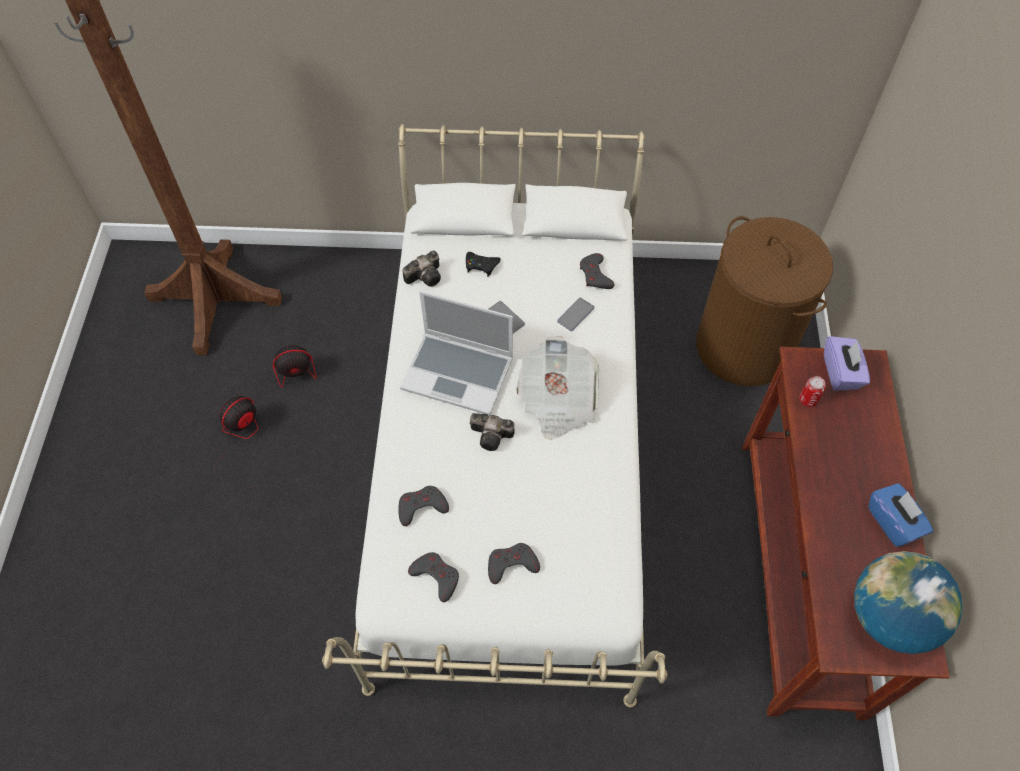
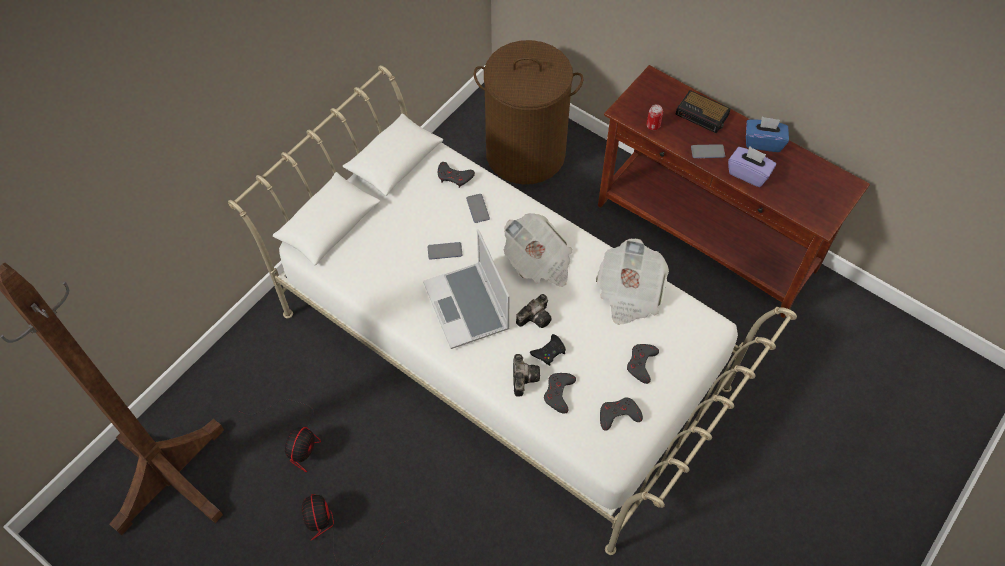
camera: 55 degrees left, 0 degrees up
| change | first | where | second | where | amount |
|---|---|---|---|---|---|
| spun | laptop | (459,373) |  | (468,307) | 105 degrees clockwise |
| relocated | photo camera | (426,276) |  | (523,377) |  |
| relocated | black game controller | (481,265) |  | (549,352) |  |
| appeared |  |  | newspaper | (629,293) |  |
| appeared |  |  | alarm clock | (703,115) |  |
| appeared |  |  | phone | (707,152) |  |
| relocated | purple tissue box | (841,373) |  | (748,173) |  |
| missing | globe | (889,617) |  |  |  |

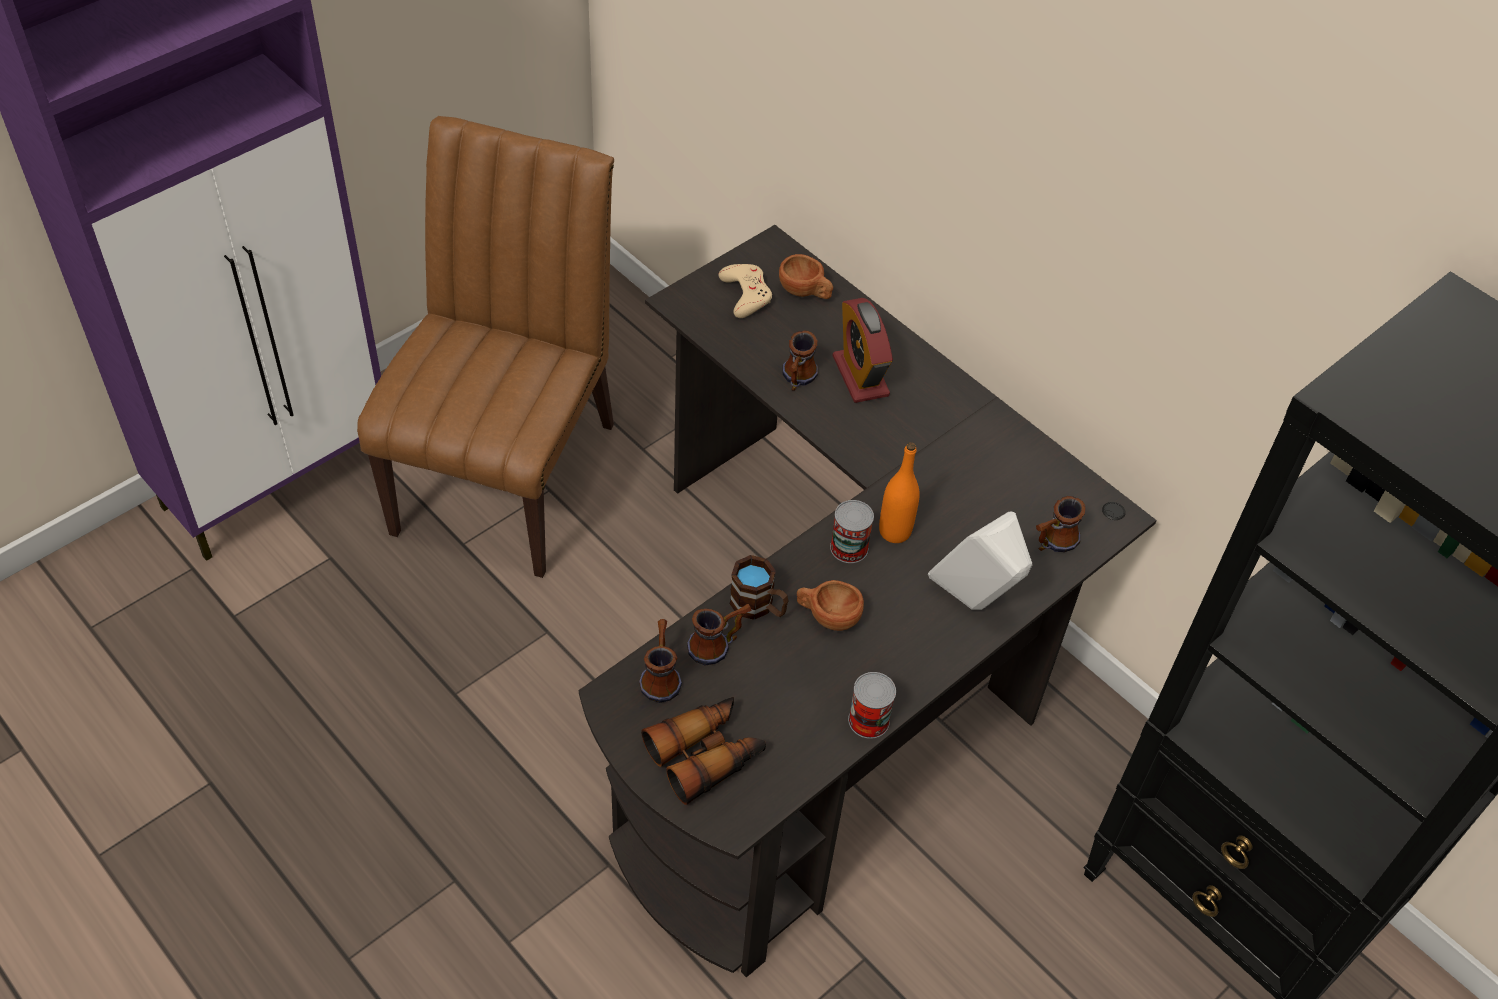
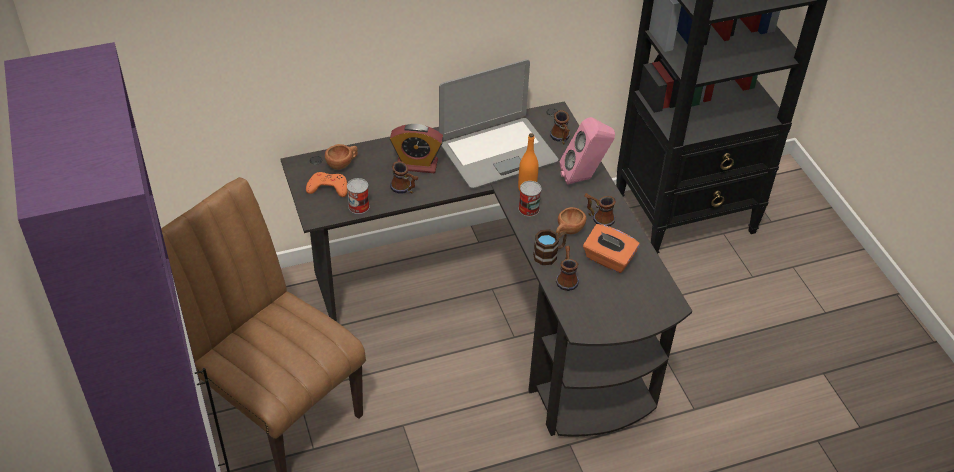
camera: 65 degrees left, 5 degrees down
| change | first | where | second | where | amount |
|---|---|---|---|---|---|
| colour | beige game controller | (746,294) | orange game controller | (328,187) |  |
| relocated | can | (868,720) |  | (359,206) |  |
| appeared |  |  | laptop | (497,153) |  |
| colour | white speaker | (974,604) | pink speaker | (584,178) |  |
| appeared |  |  | orange tissue box | (608,259) |  |
| relocated | mug | (661,675) |  | (598,218) |  |
| missing | binoculars | (706,754) |  |  |  |

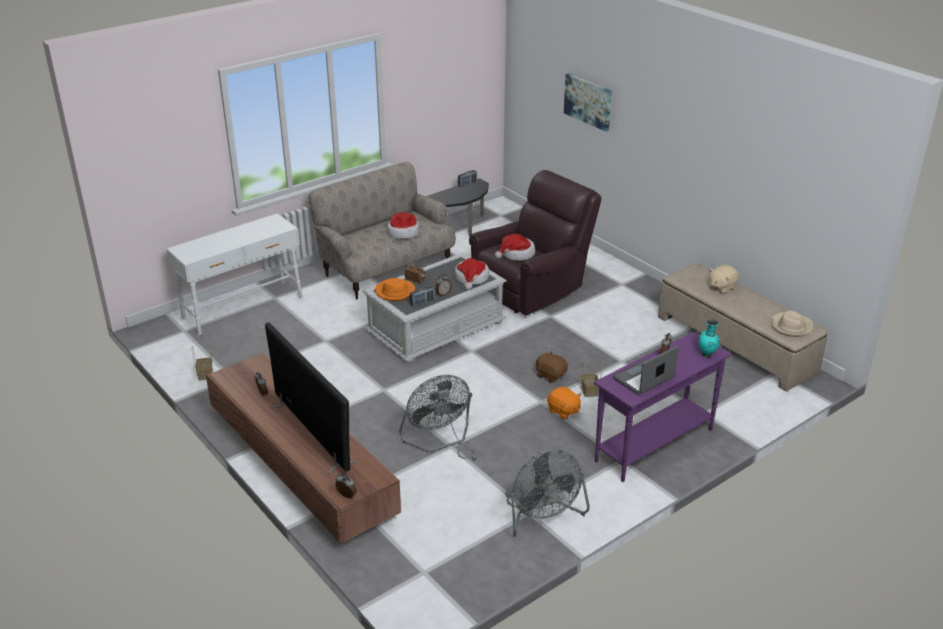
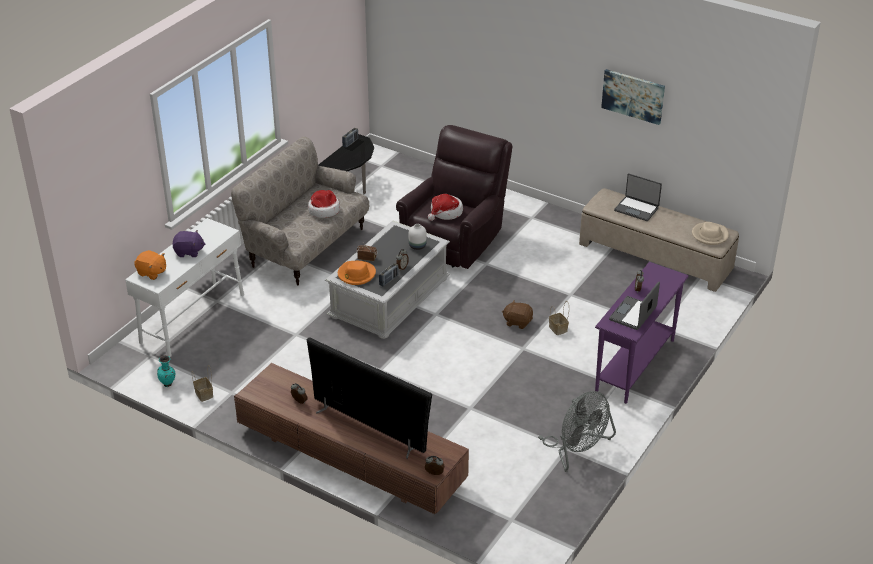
camera: 20 degrees left, 5 degrees up
| change | first | where | second | where | amount |
|---|---|---|---|---|---|
| relocated | orange plush toy | (563,411) |  | (152,273) |  |
| relocated | turquoise vase | (707,355) |  | (168,384) |  |
| appeared |  |  | purple plush toy | (189,252) |  |
| exchanged | hat | (471,278) | white vase | (418,246) |  |
| relocated | picture | (588,101) |  | (633,96) |  |
| exchanged | beige plush toy | (721,287) | laptop | (636,209) |  |
| missing | grey fan | (444,440) |  |  |  |

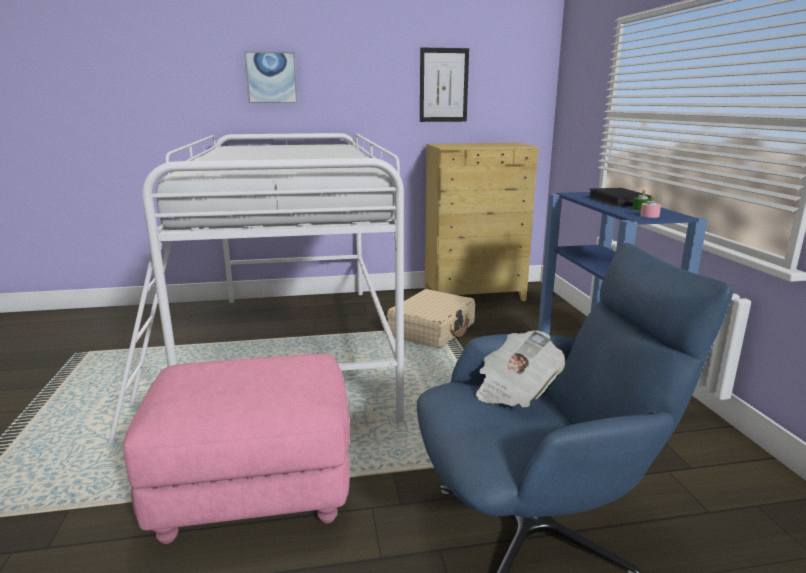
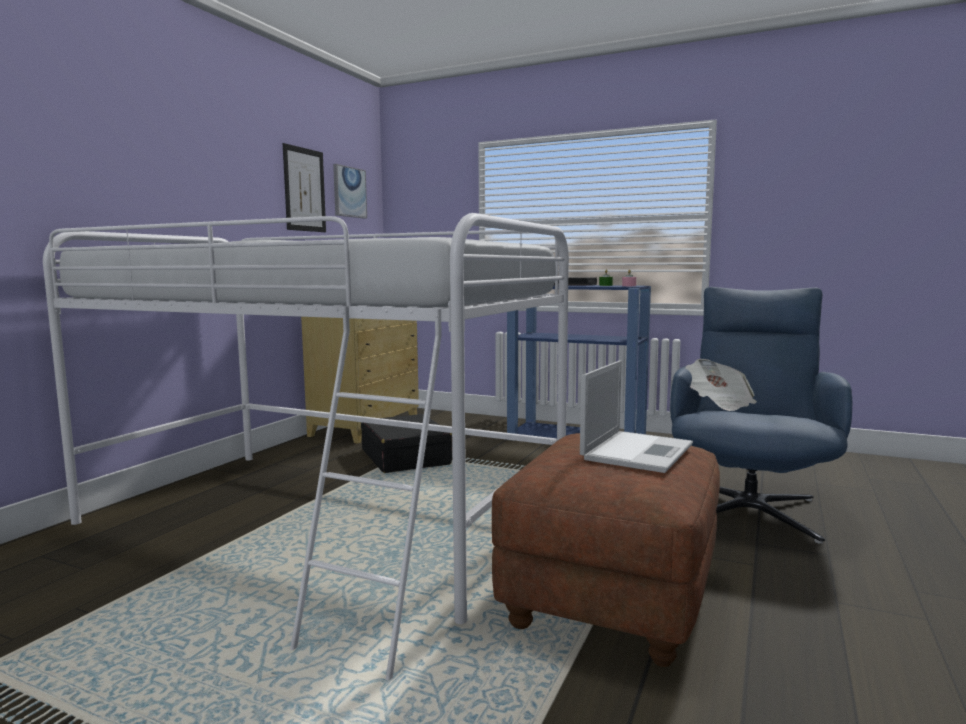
camera: 55 degrees left, 10 degrees down
| change | first | where | second | where | amount |
|---|---|---|---|---|---|
| relocated | picture | (271,78) |  | (349,192) |  |
| colour | beige suitcase | (432,329) | black suitcase | (405,457) |  |
| colour | pink ottoman | (255,490) | brown ottoman | (610,597) |  |
| appeared |  |  | laptop | (638,451) |  |

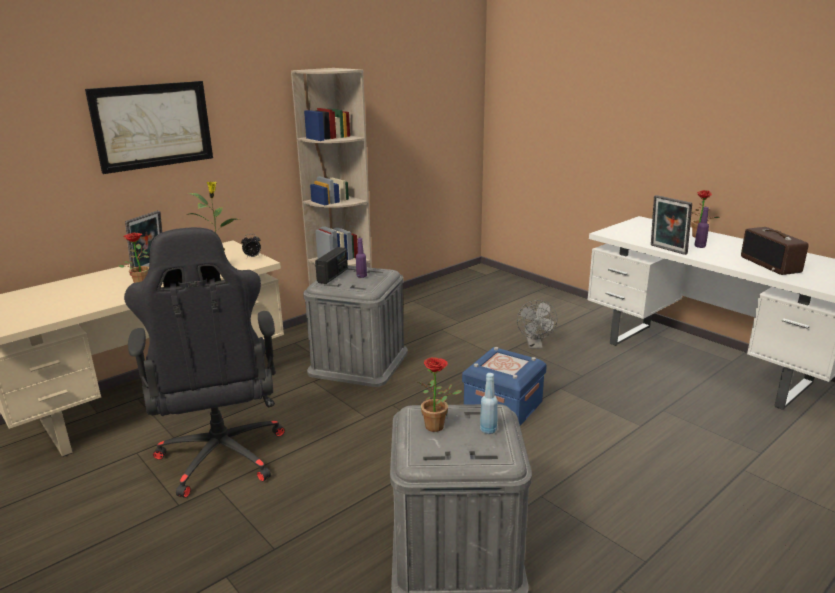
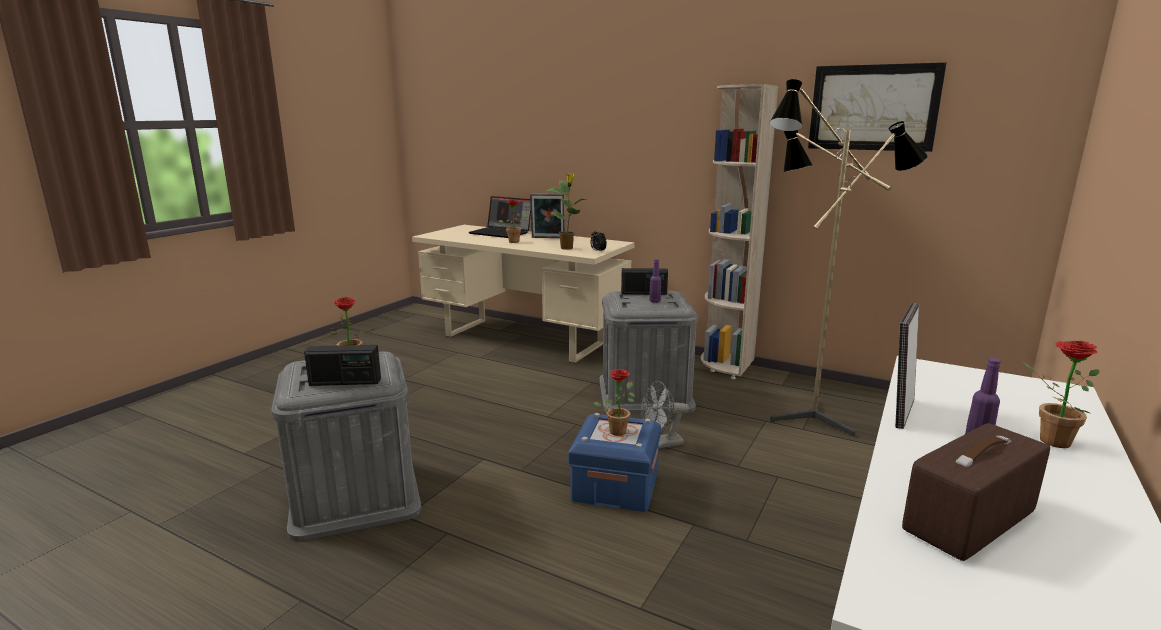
camera: 70 degrees right, 5 degrees down
| change | first | where | second | where | amount |
|---|---|---|---|---|---|
| exchanged | blue bottle | (488,430) | radio | (345,382) |  |
| appeared |  |  | laptop | (502,233) |  |
| appeared |  |  | potted plant | (618,430) |  |
| relocated | grey fan | (535,345) |  | (661,444) |  |
| appeared |  |  | floor lamp | (807,414) |  |
| relocated | picture | (152,125) |  | (873,108) |  |
| missing | black office chair | (221,455) |  |  |  |

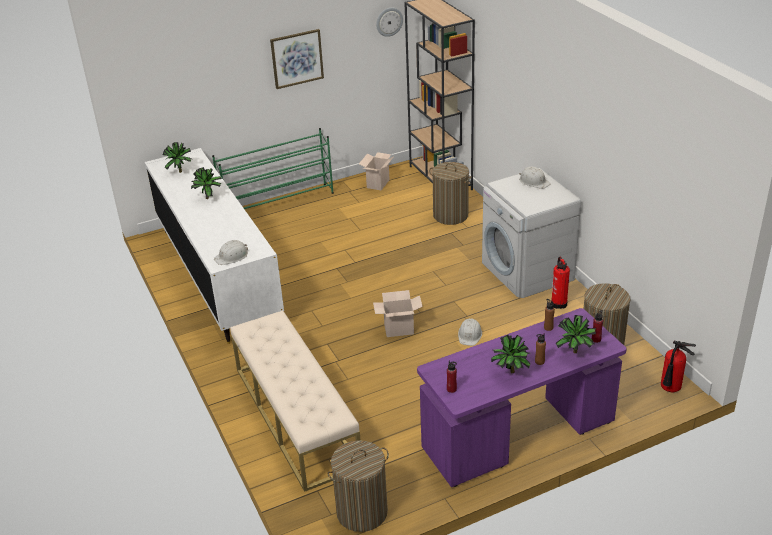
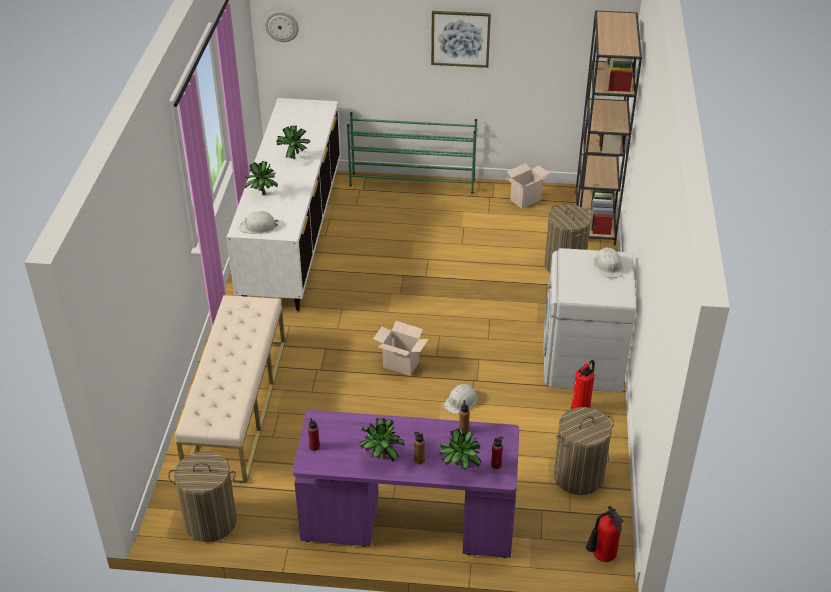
camera: 30 degrees right, 5 degrees up
| change | first | where | second | where | amount |
|---|---|---|---|---|---|
| relocated | potted plant | (180,173) |  | (262,195) |  |
| relocated | wall clock | (389,21) |  | (281,26) |  |

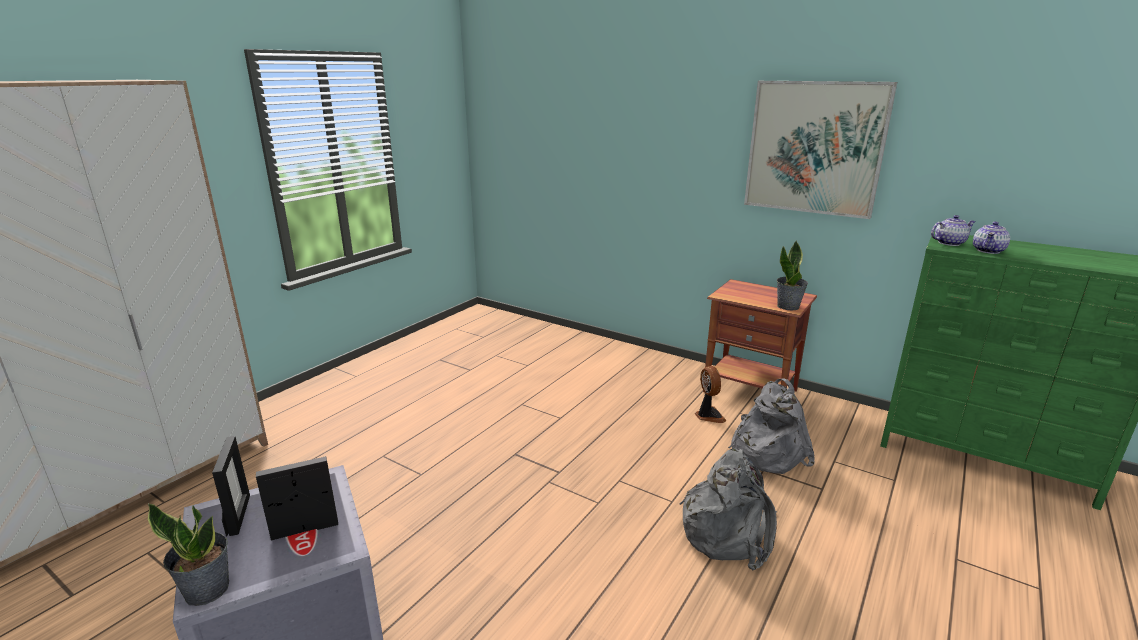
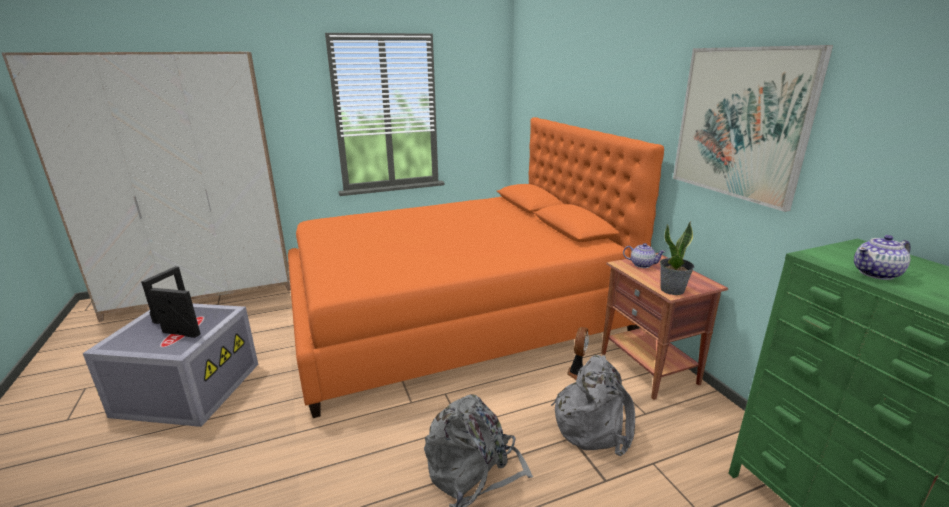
camera: 35 degrees right, 0 degrees up
| change | first | where | second | where | amount |
|---|---|---|---|---|---|
| appeared |  |  | orange bed | (455,315) |  |
| relocated | teapot | (948,243) |  | (641,264) |  |
| missing | potted plant | (207,589) |  |  |  |

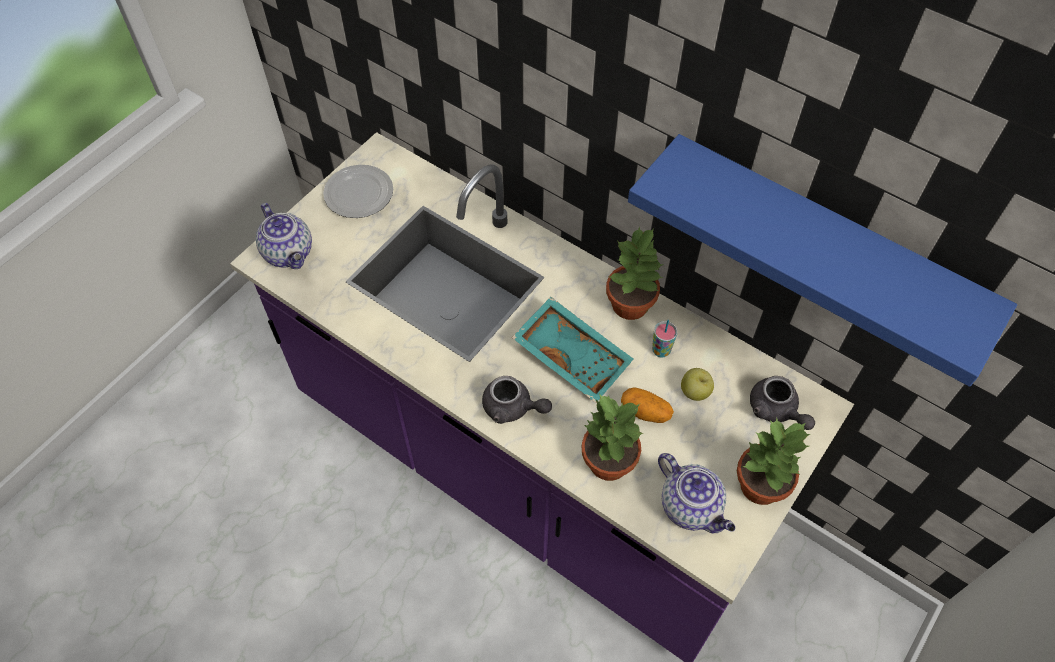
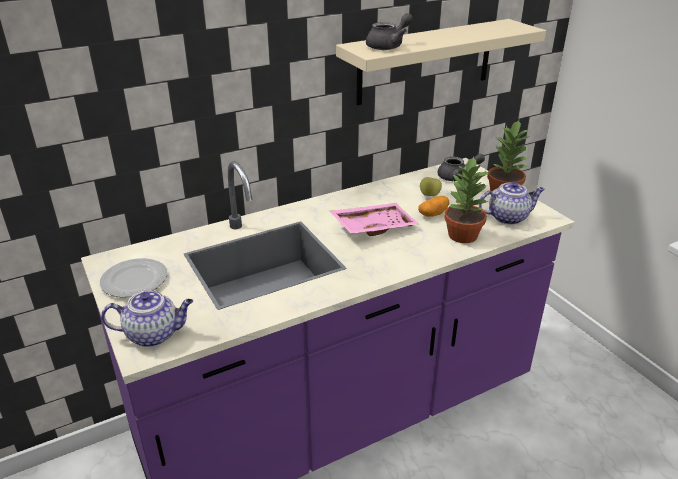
camera: 65 degrees left, 25 degrees down
| change | first | where | second | where | amount |
|---|---|---|---|---|---|
| colour | turquoise tray | (573,355) | pink tray | (373,227) |  |
| colour | blue shelf | (823,246) | beige shelf | (425,61) |  |
| relocated | grey teapot | (513,408) |  | (388,46) |  |
| missing | potted plant | (631,305) |  |  |  |
| missing | cup | (661,350) |  |  |  |

